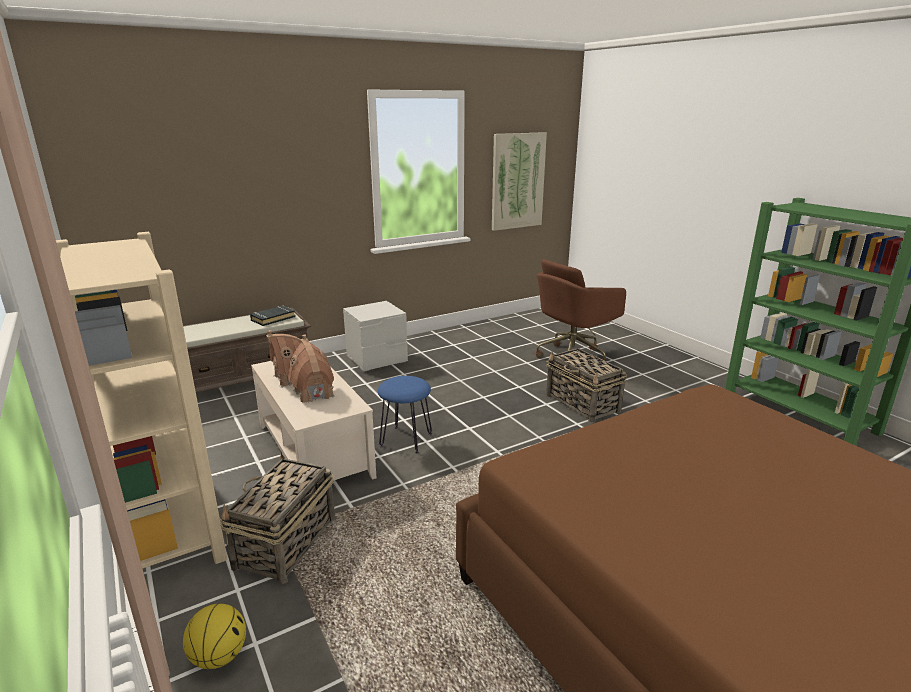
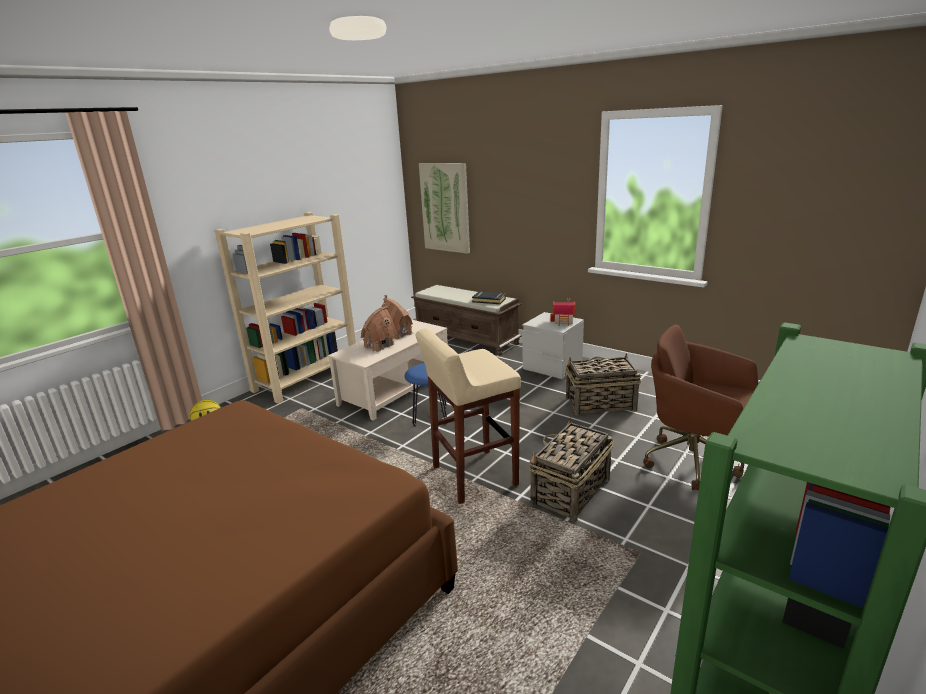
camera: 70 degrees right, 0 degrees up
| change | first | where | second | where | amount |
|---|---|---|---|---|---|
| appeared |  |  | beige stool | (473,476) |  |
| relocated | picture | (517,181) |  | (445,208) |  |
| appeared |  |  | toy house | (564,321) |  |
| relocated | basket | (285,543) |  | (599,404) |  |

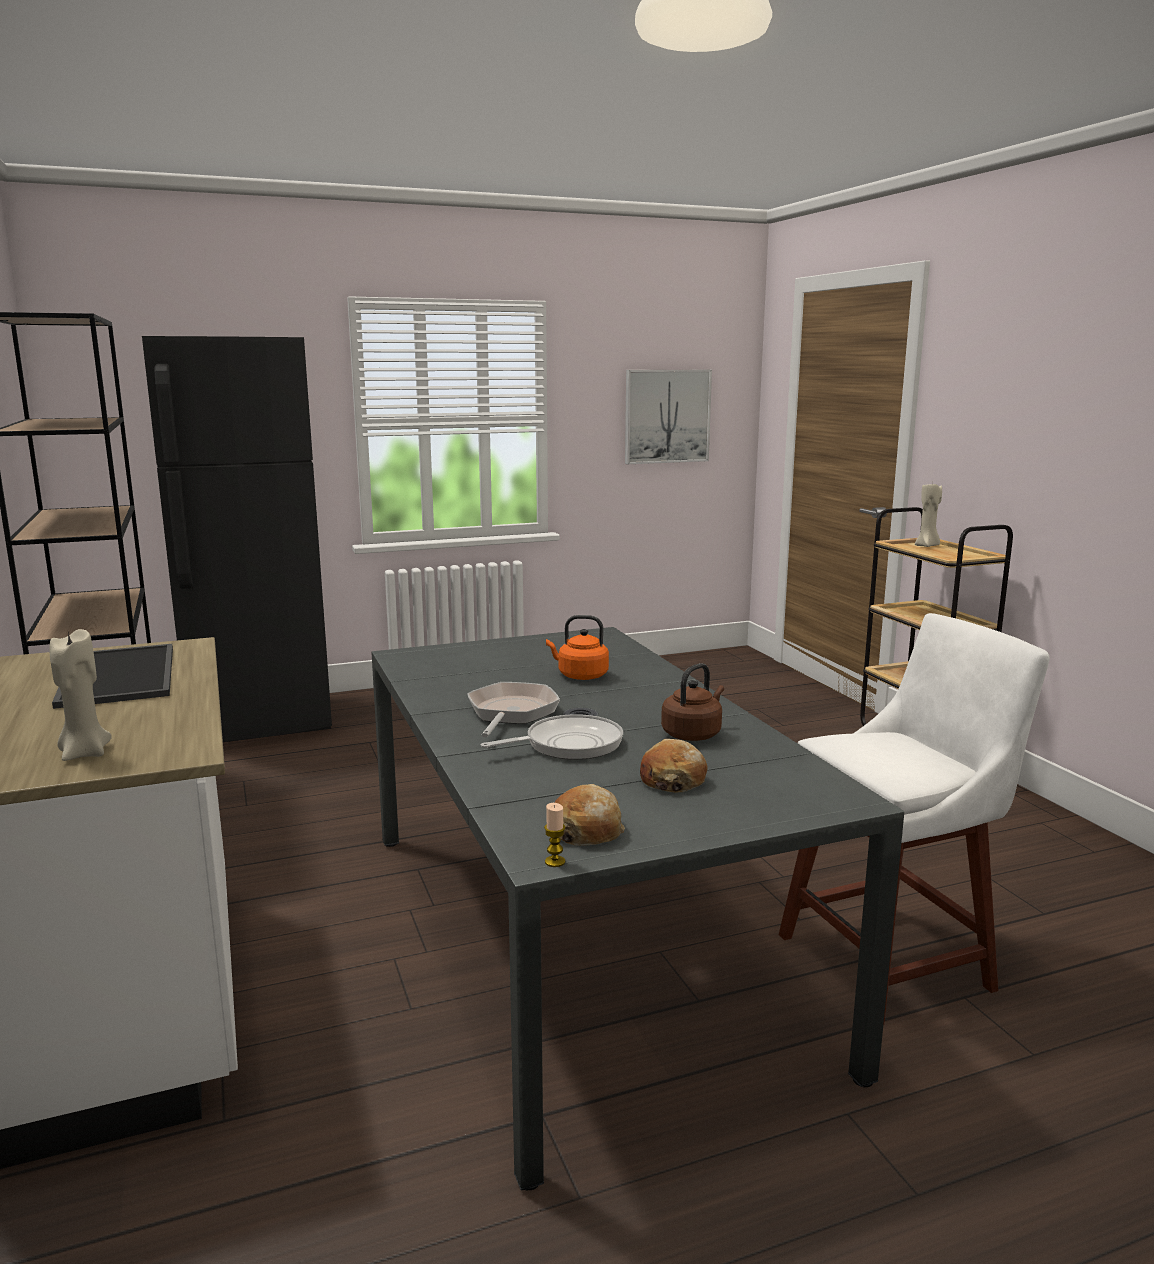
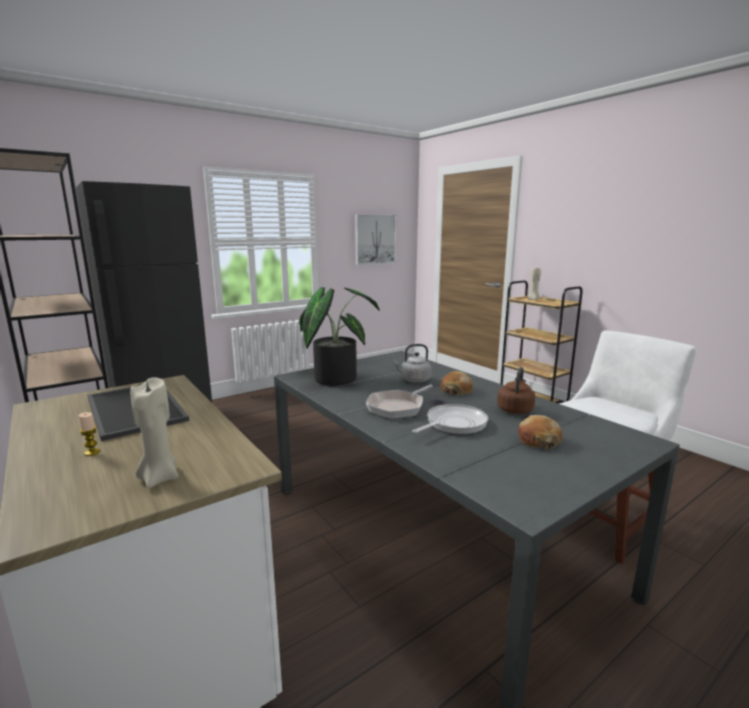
camera: 15 degrees left, 0 degrees up
| change | first | where | second | where | amount |
|---|---|---|---|---|---|
| relocated | candle | (555,862) |  | (92,452) |  |
| appeared |  |  | potted plant | (335,377) |  |
| spun | frying pan | (510,713) |  | (398,407) | 135 degrees counterclockwise |
| colour | orange kettle | (580,676) | grey kettle | (414,380) |  |
| relocated | bread | (586,830) |  | (456,390) |  |

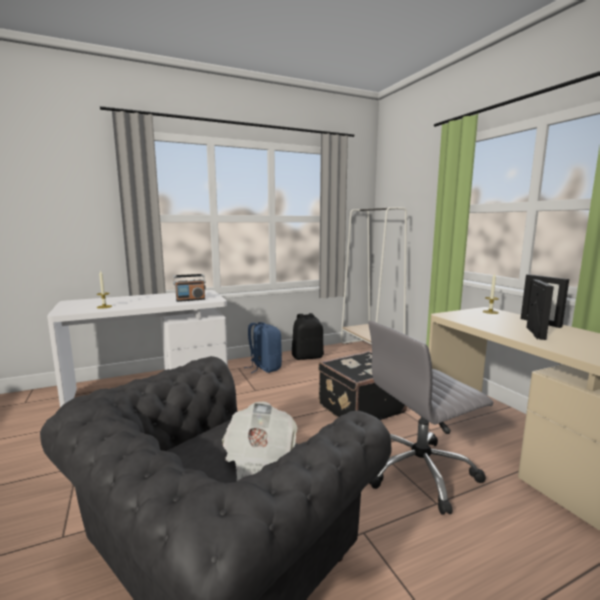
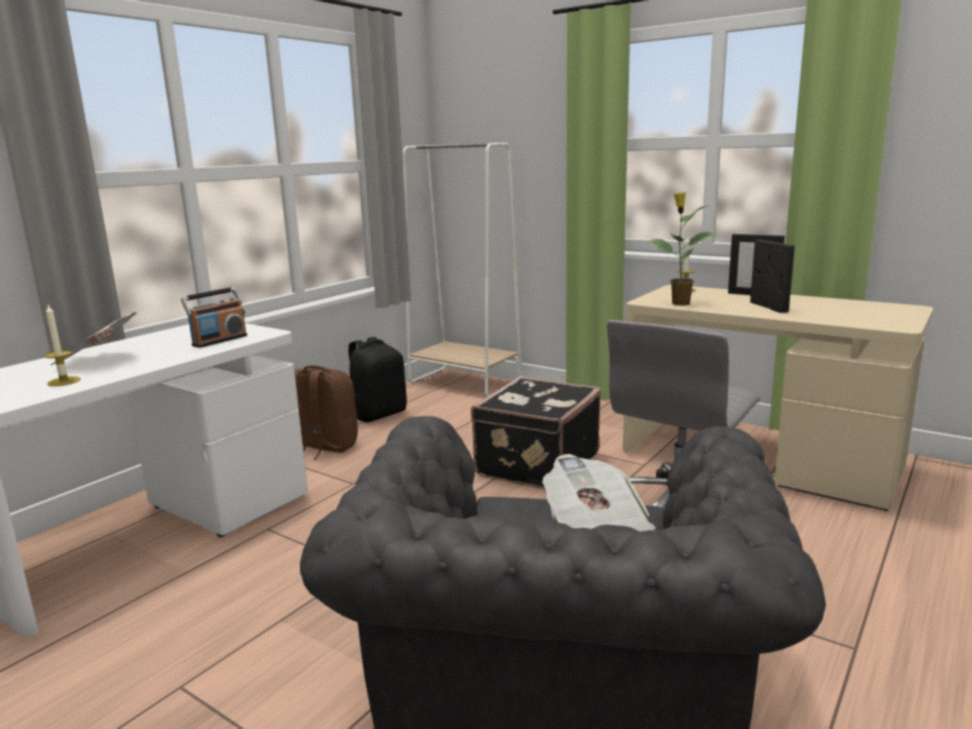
camera: 30 degrees left, 5 degrees up
| change | first | where | second | where | amount |
|---|---|---|---|---|---|
| appeared |  |  | newspaper | (98,361) |  |
| colour | blue backpack | (264,367) | brown backpack | (325,447) |  |
| appeared |  |  | potted plant | (679,303) |  |

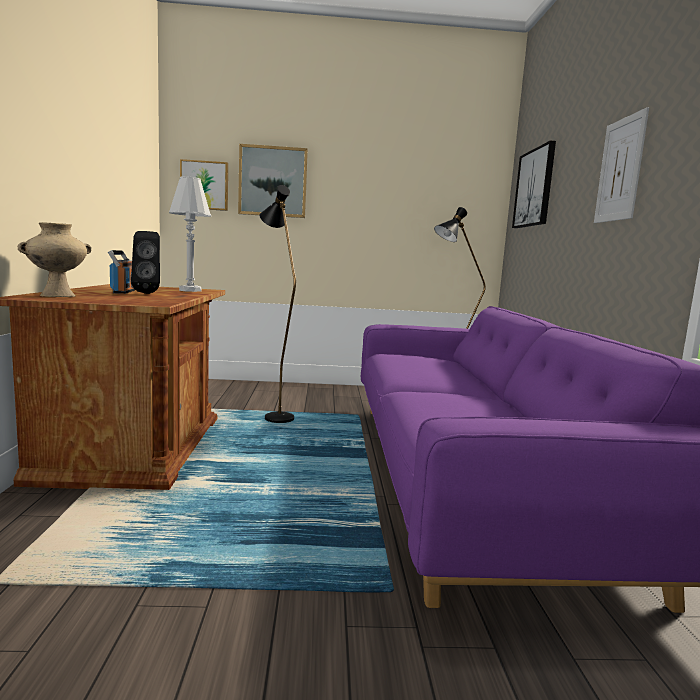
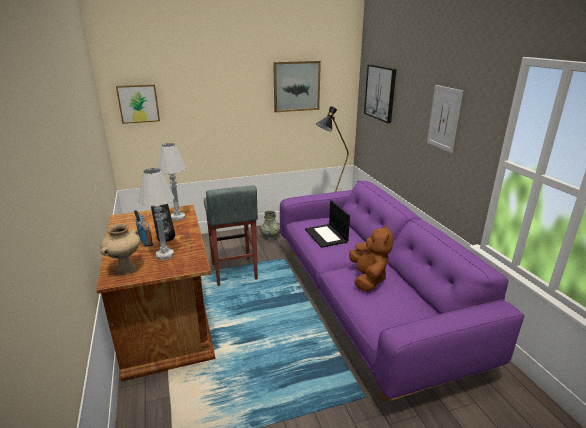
camera: 15 degrees left, 15 degrees up
| change | first | where | second | where | amount |
|---|---|---|---|---|---|
| appeared |  |  | white table lamp | (165,255) |  |
| exchanged | black floor lamp | (274,416) | grey stool | (233,272) |  |
| appeared |  |  | grey vase | (270,236) |  |
| relocated | picture | (273,182) |  | (296,86) |  |
| appeared |  |  | laptop | (326,236) |  |
| appeared |  |  | brown plush toy | (368,279) |  |

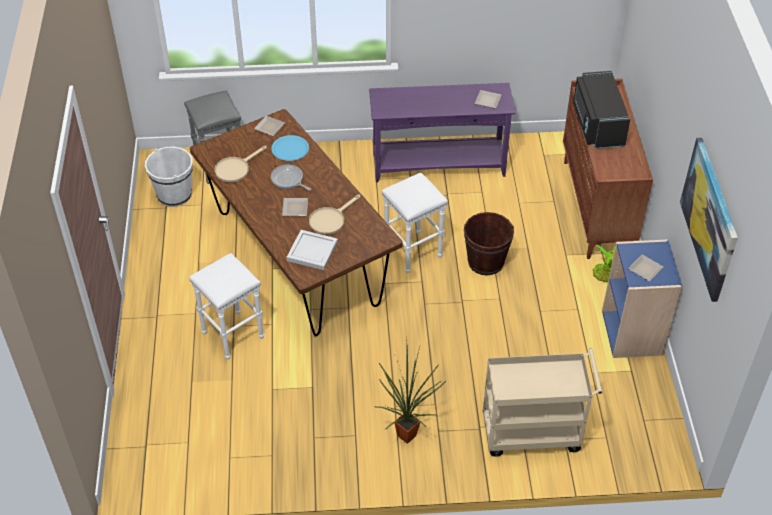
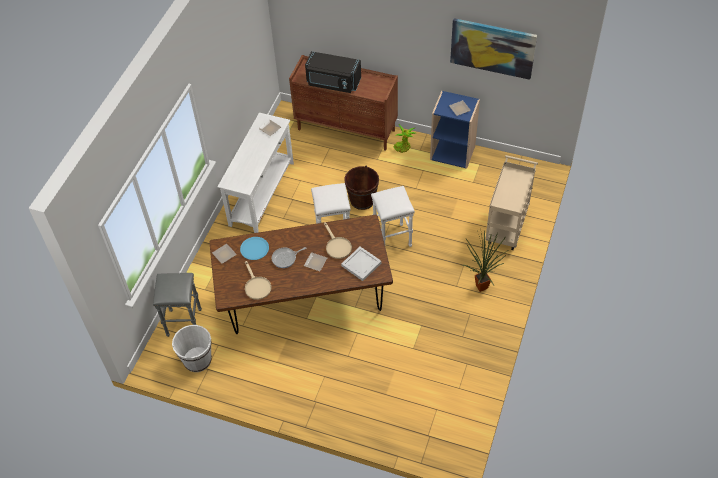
camera: 65 degrees left, 5 degrees up
| change | first | where | second | where | amount |
|---|---|---|---|---|---|
| colour | purple console table | (439,164) | white console table | (261,193) |  |
| relocated | white stool | (231,334) |  | (392,239) |  |

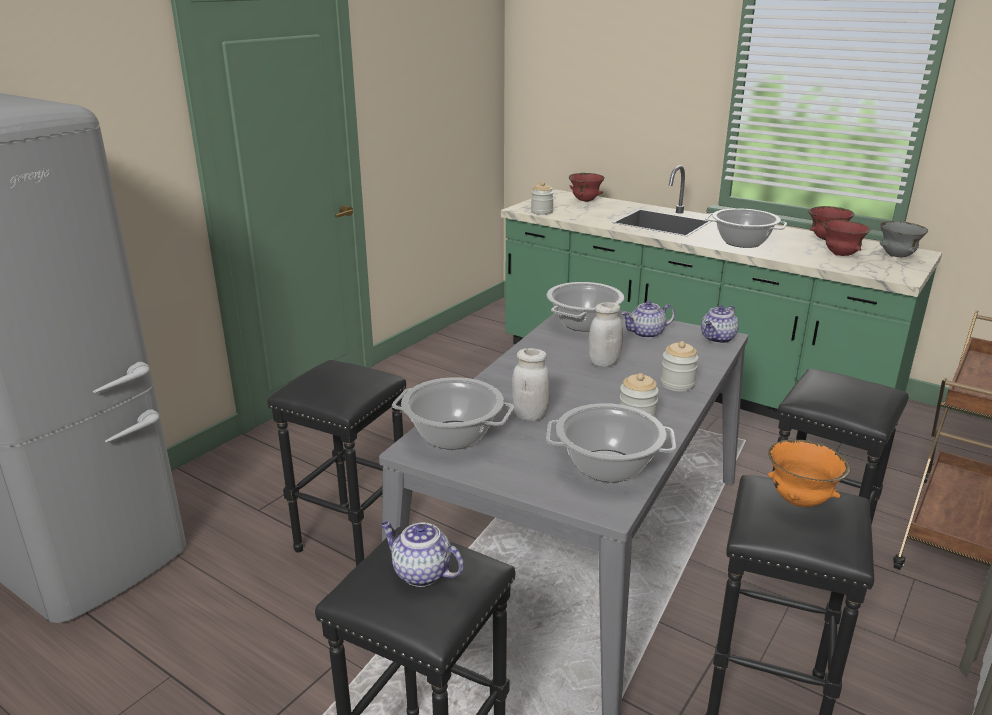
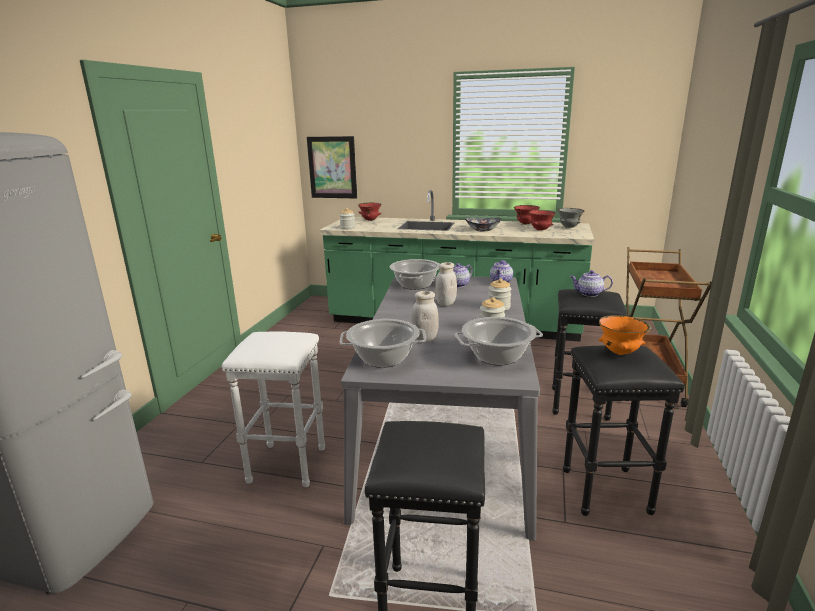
camera: 20 degrees left, 5 degrees down
| change | first | where | second | where | amount |
|---|---|---|---|---|---|
| colour | black stool | (352,537) | white stool | (286,463) |  |
| appeared |  |  | picture | (332,167) |  |
| exchanged | cooking pot | (743,242) | bowl | (482,230) |  |
| relocated | teapot | (420,573) |  | (589,294) |  |

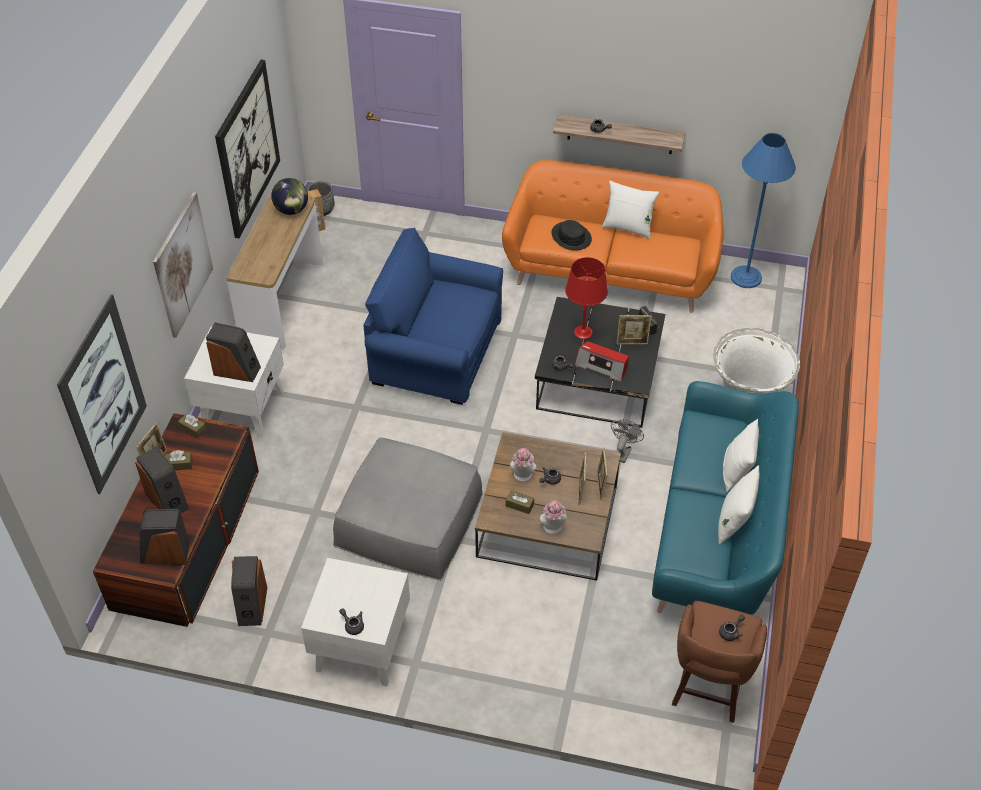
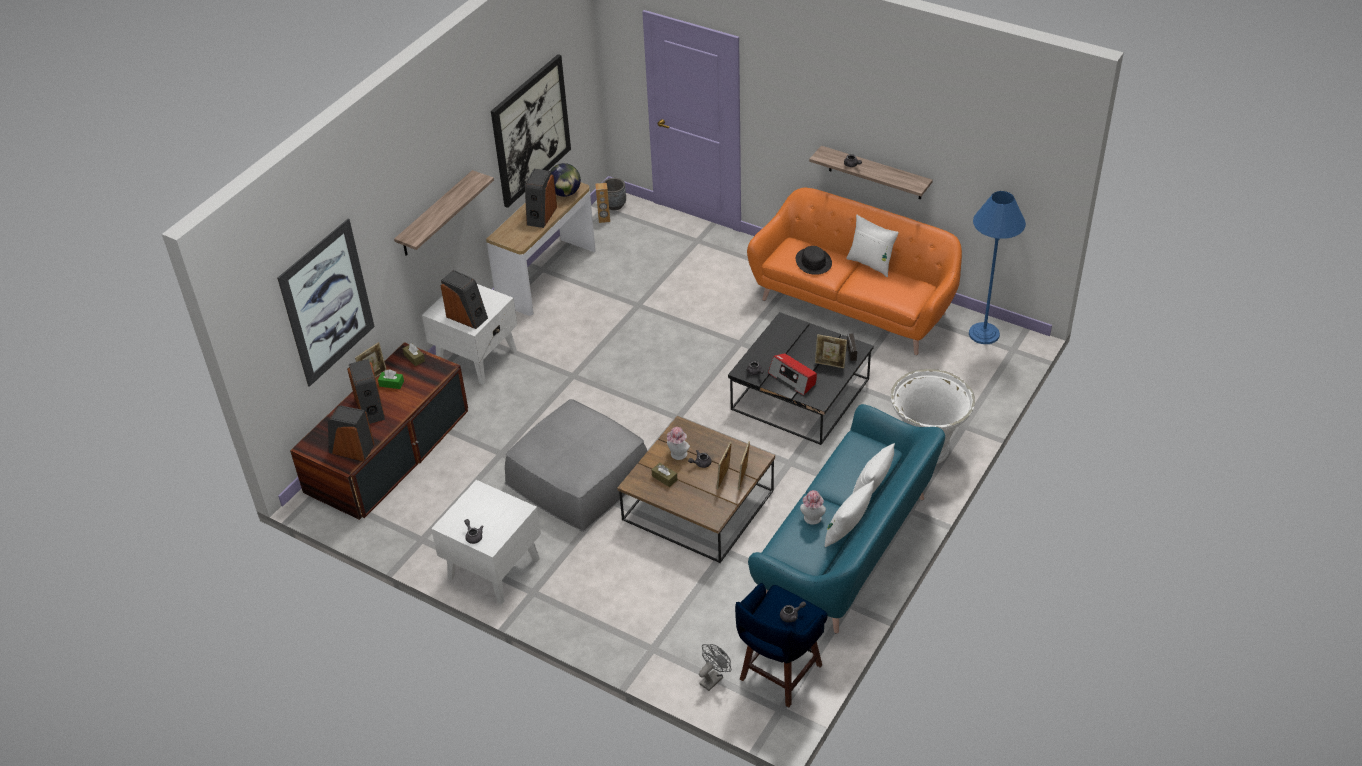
camera: 20 degrees right, 5 degrees down
| change | first | where | second | where | amount |
|---|---|---|---|---|---|
| colour | brown tissue box | (179,465) | green tissue box | (391,384) |  |
| exchanged | picture | (183,265) | shelf | (436,214) |  |
| relocated | speaker | (251,606) |  | (541,215) |  |
| relocated | grey fan | (623,451) |  | (713,678) |  |
| colour | brown stool | (707,689) | blue stool | (778,675) |  |
| relocated | hat | (553,528) |  | (812,519) |  |
| missing | blue armchair | (437,352) |  |  |  |
| missing | red table lamp | (583,332) |  |  |  |

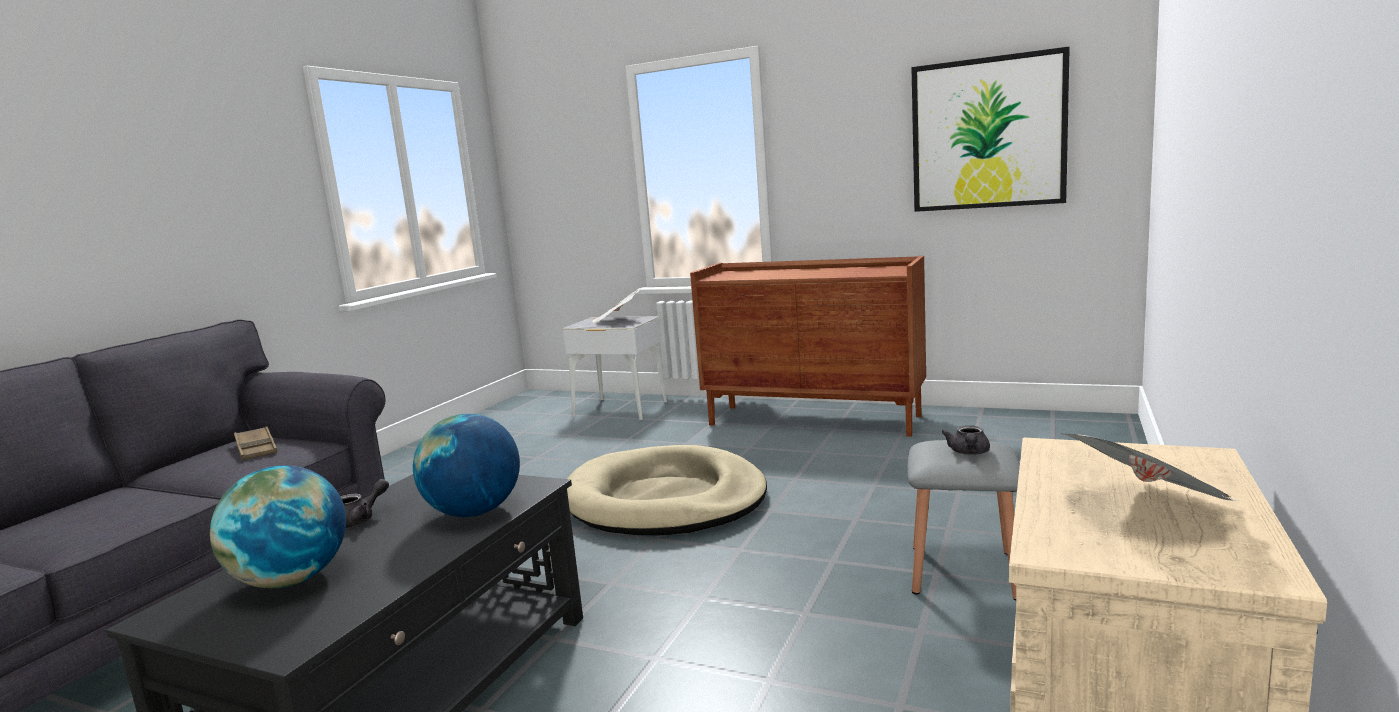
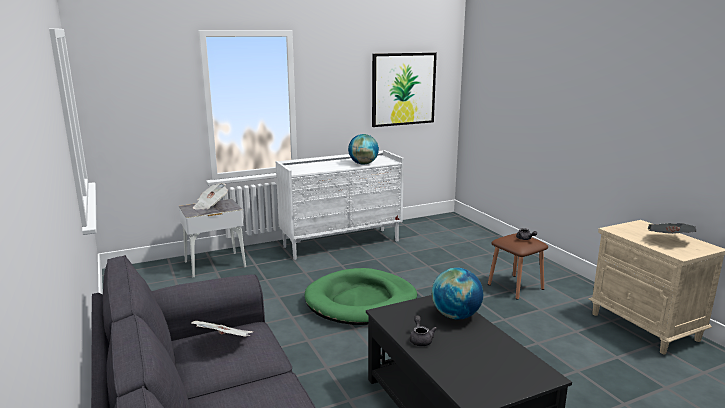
camera: 50 degrees left, 5 degrees up
| change | first | where | second | where | amount |
|---|---|---|---|---|---|
| exchanged | brown tray | (256,449) | newspaper | (225,342) |  |
| colour | brown cabinet | (814,420) | white cabinet | (342,243) |  |
| colour | beige dog bed | (665,499) | green dog bed | (361,301) |  |
| relocated | globe | (292,580) |  | (363,164) |  |
| colour | grey stool | (963,572) | brown stool | (515,287) |  |

